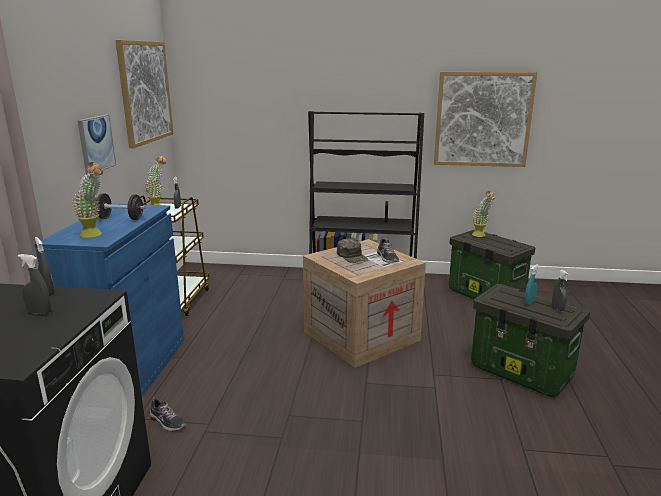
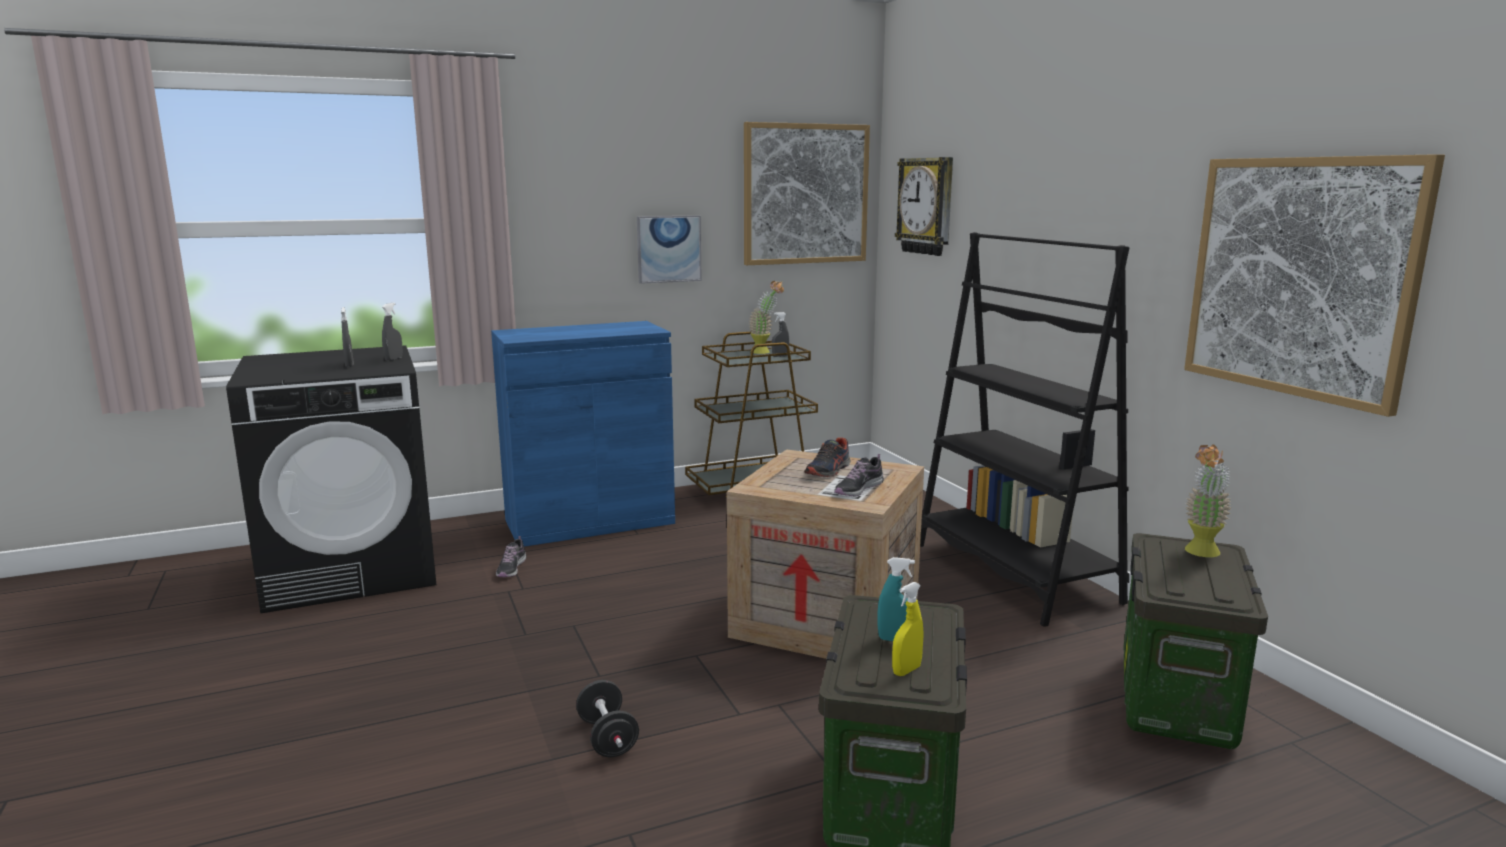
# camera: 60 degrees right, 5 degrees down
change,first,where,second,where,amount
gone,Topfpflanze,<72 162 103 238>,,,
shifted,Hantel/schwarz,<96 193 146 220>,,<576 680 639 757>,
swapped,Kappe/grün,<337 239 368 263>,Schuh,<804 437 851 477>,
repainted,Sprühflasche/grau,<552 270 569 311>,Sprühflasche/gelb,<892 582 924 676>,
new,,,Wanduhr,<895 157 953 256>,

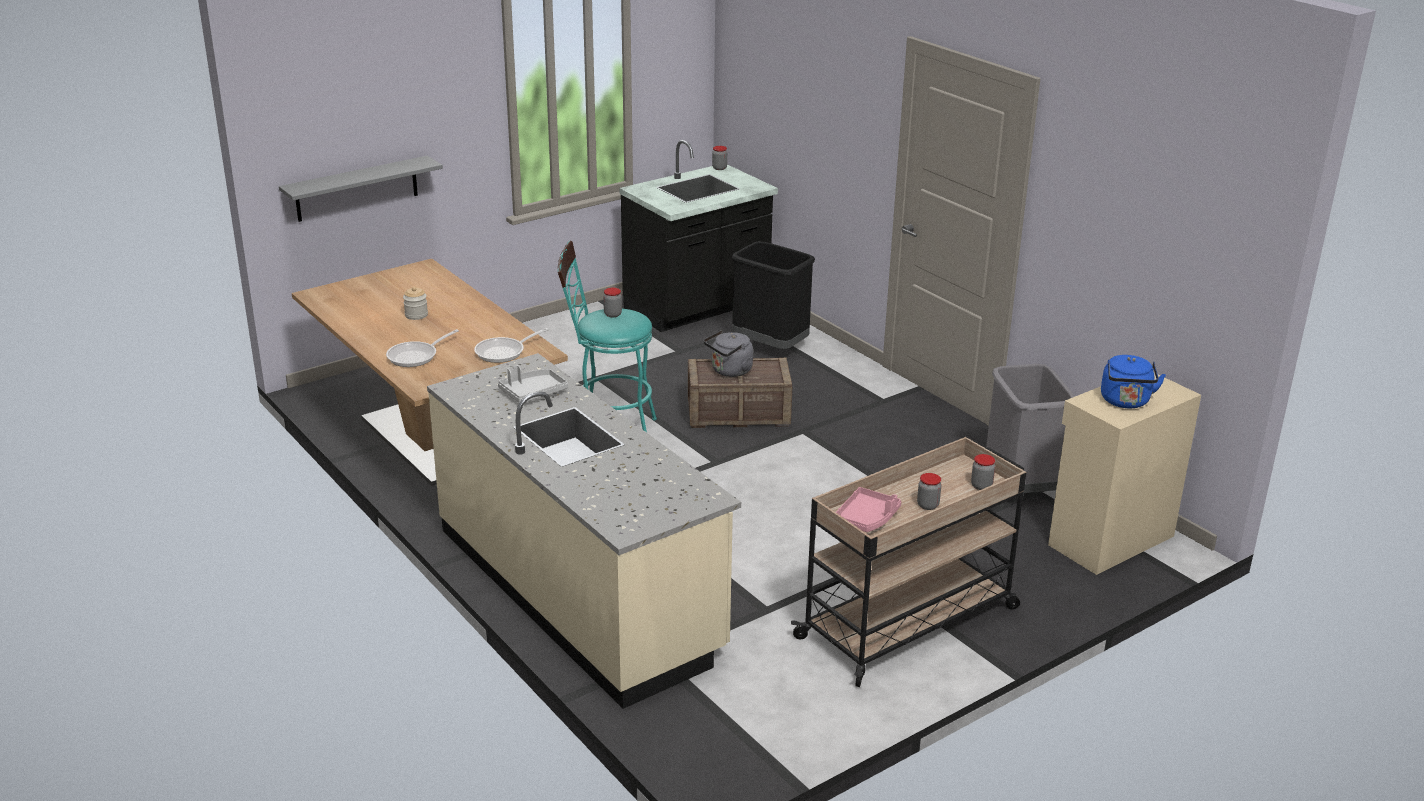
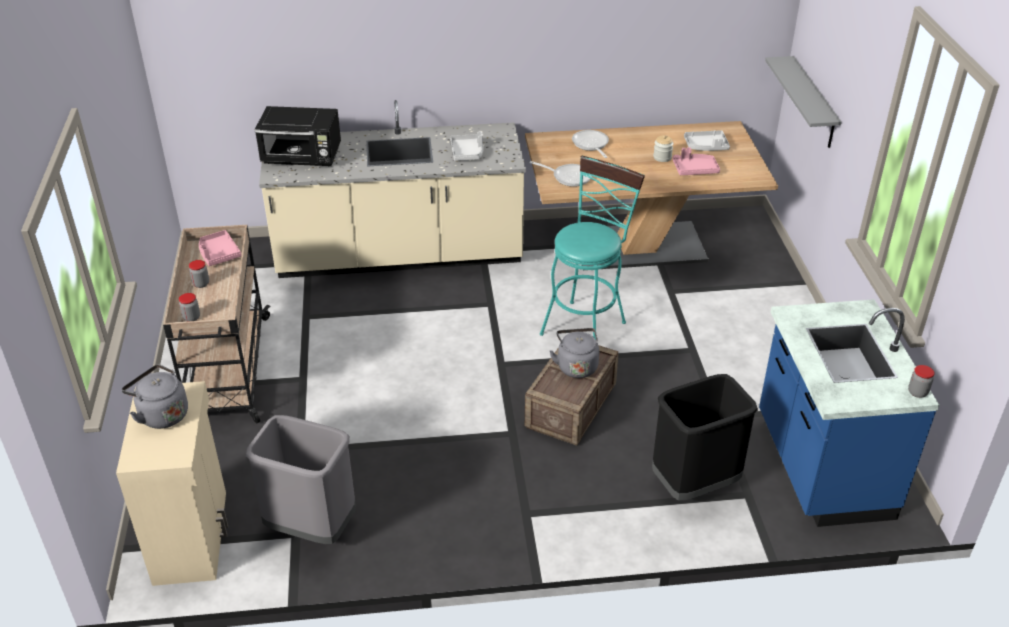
# camera: 120 degrees right, 10 degrees up
change,first,where,second,where,amount
rotated,Pfanne,<474 328 549 363>,,<530 161 592 187>,120 degrees clockwise
gone,Vorratsglas,<603 288 622 317>,,,
repainted,Küchenzeile/schwarz,<619 140 778 332>,Küchenzeile/blau,<759 299 939 527>,
repainted,Wasserkessel/blau,<1101 355 1166 408>,Wasserkessel/grau,<122 364 188 429>,
new,,,Mikrowelle/schwarz,<255 106 341 167>,
new,,,Tablett/rosa,<673 147 720 175>,
new,,,Tablett/grau,<684 130 730 151>,

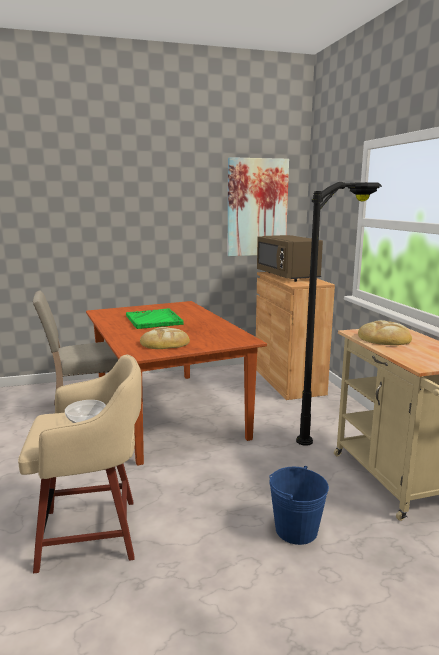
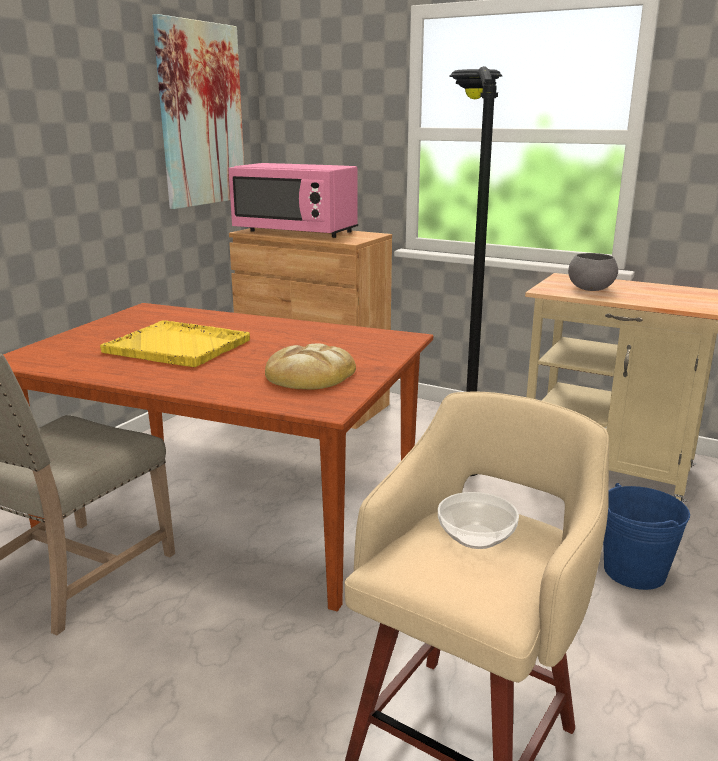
# camera: 45 degrees left, 5 degrees up
change,first,where,second,where,amount
repainted,Tablett/grün,<126 308 184 329>,Tablett/gelb,<100 320 250 367>,
repainted,Mikrowelle/braun,<257 235 323 282>,Mikrowelle/rosa,<229 163 358 238>,
swapped,Brot,<358 320 412 345>,Schüssel/grau,<568 253 618 291>,

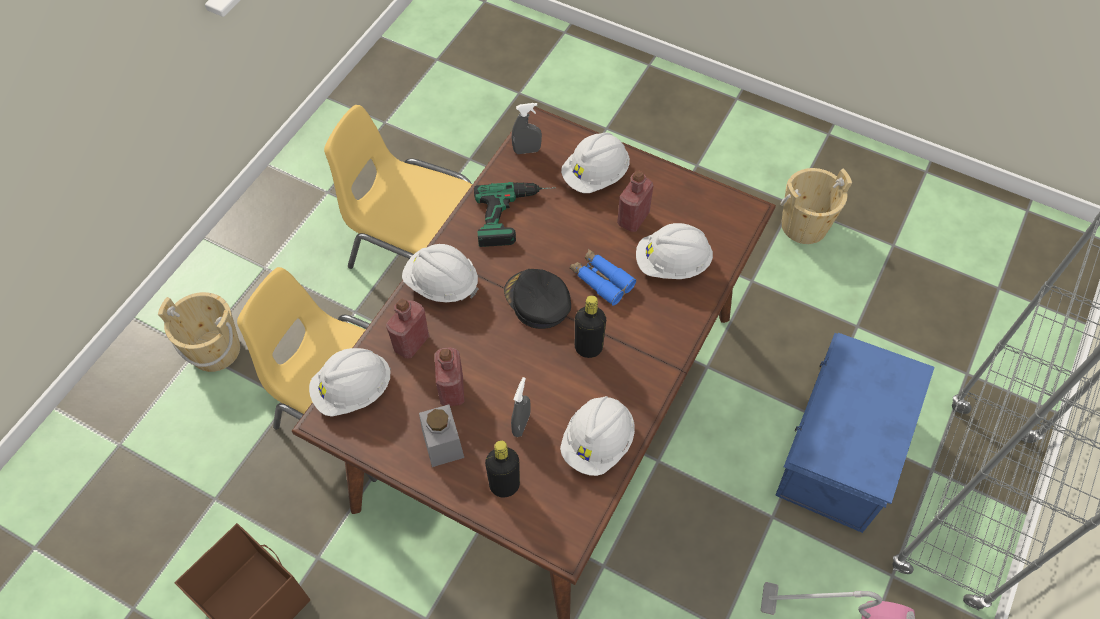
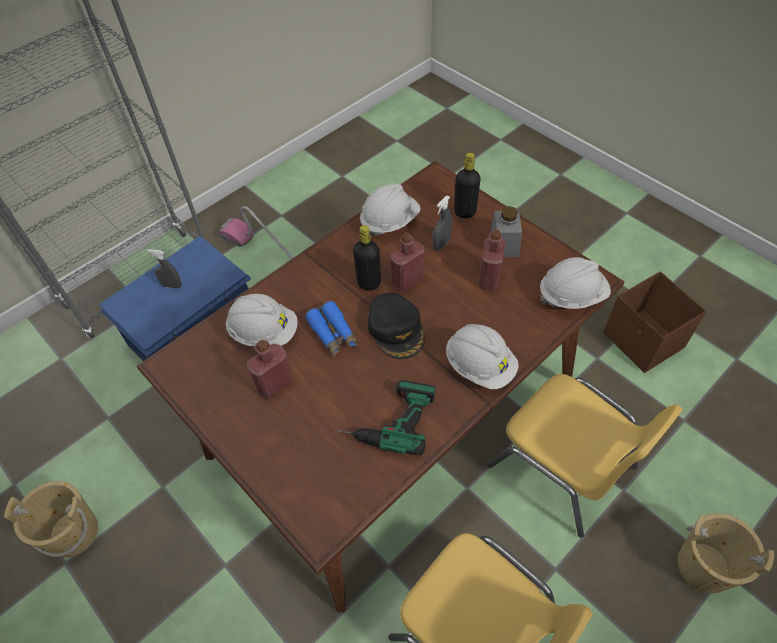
# camera: 160 degrees left, 5 degrees down
change,first,where,second,where,amount
shifted,Flasche/rot,<386 298 429 358>,,<390 232 425 291>,
shifted,Sprühflasche/grau,<512 103 542 154>,,<147 249 182 289>,
gone,Schutzhelm/weiß,<561 133 630 193>,,,

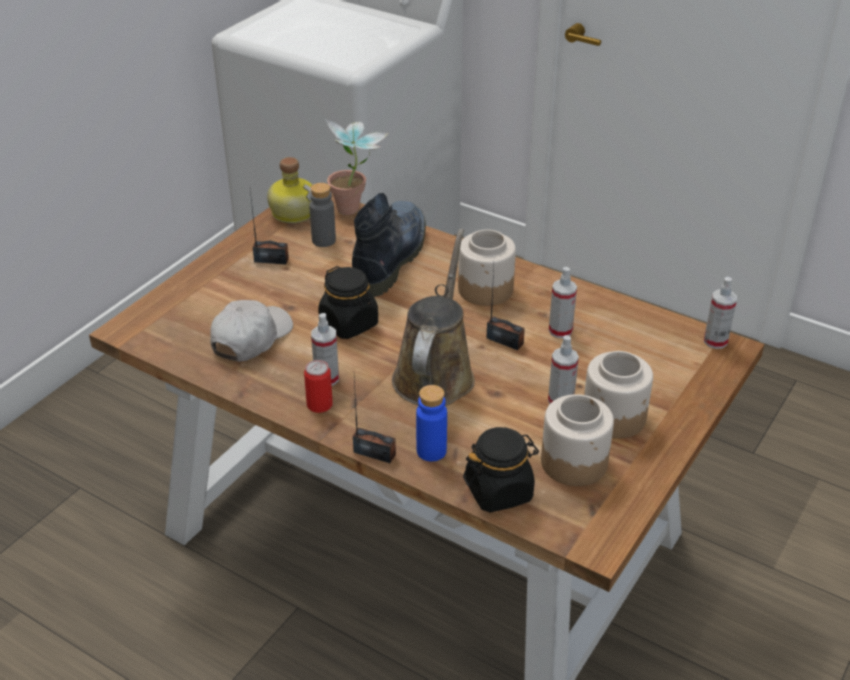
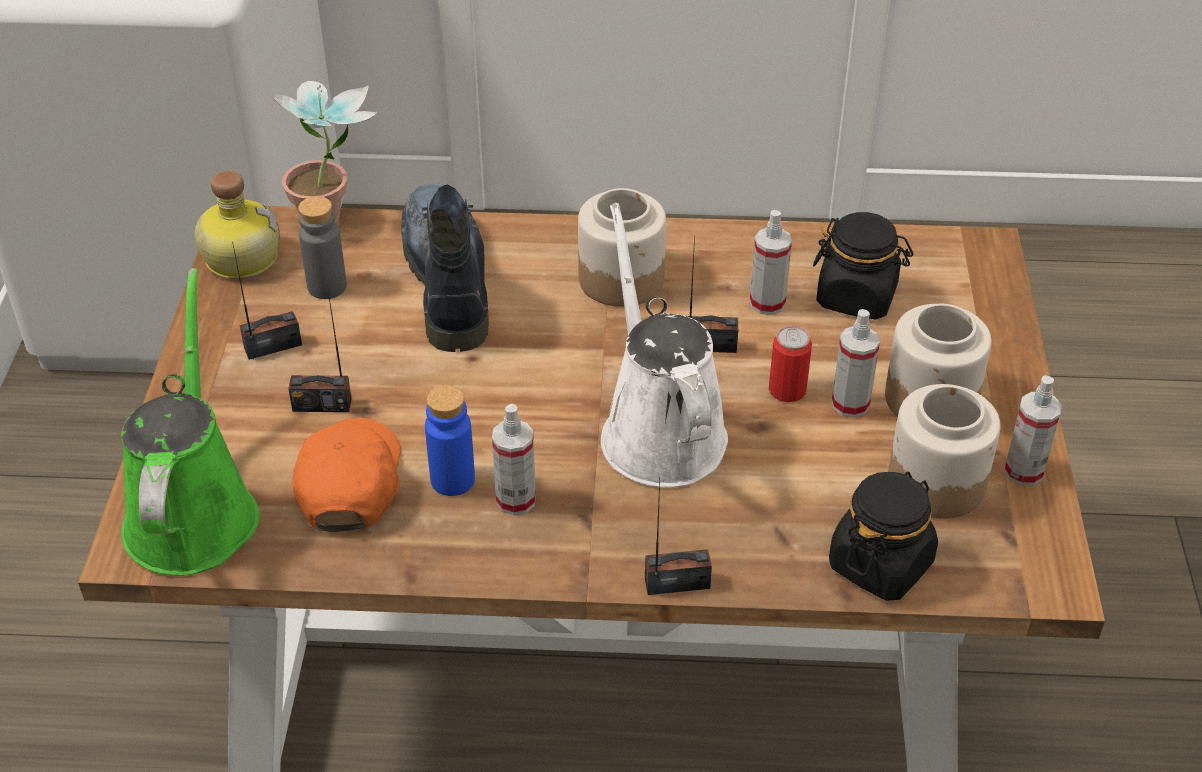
# camera: 30 degrees left, 5 degrees up
change,first,where,second,where,amount
repainted,Kappe/weiß,<210 300 293 362>,Kappe/orange,<293 418 401 532>,
shifted,Dose,<304 360 333 413>,,<769 326 812 402>,
shifted,Vorratsglas/schwarz,<318 266 378 339>,,<813 212 913 319>,
repainted,Gießkanne/braun,<392 229 475 406>,Gießkanne/weiß,<601 203 728 488>,
shifted,Flasche/blau,<416 385 447 462>,,<425 385 475 496>,
shifted,Sprühflasche,<704 277 737 349>,,<1004 375 1062 486>,
new,,,Gießkanne/grün,<121 268 259 576>,
new,,,Radio,<288 284 352 412>,

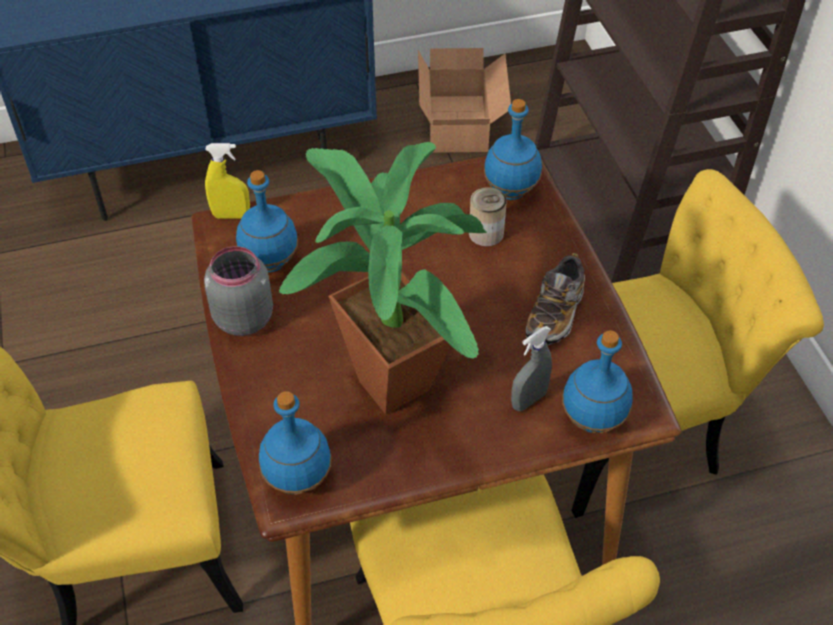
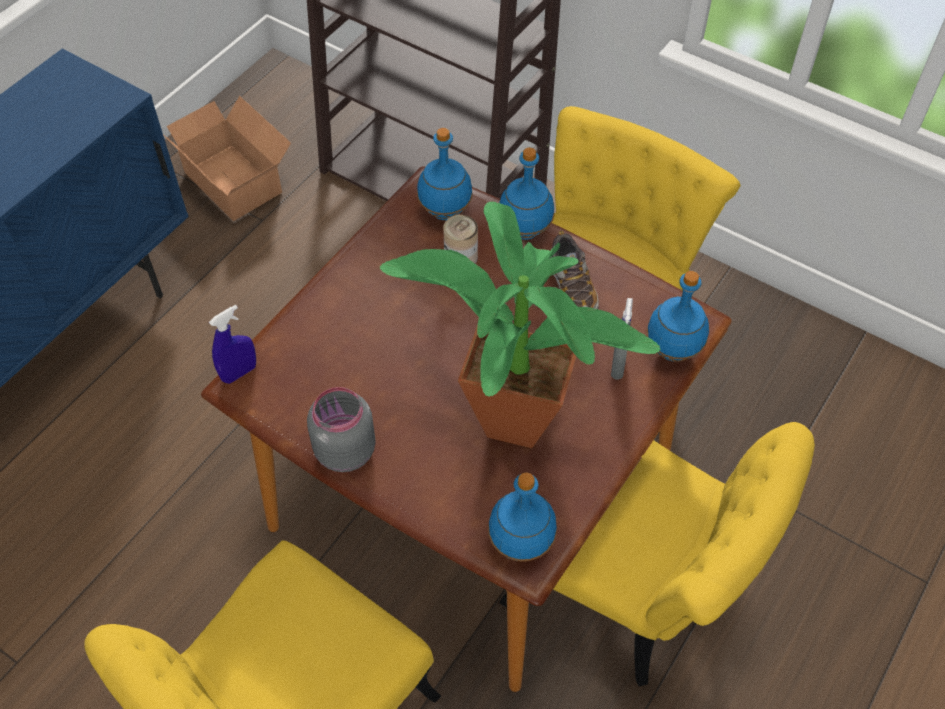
# camera: 40 degrees left, 5 degrees up
change,first,where,second,where,amount
repainted,Sprühflasche/gelb,<205 143 250 219>,Sprühflasche/blau,<209 305 256 384>,
shifted,Flasche/blau,<236 170 298 272>,,<499 147 554 240>,

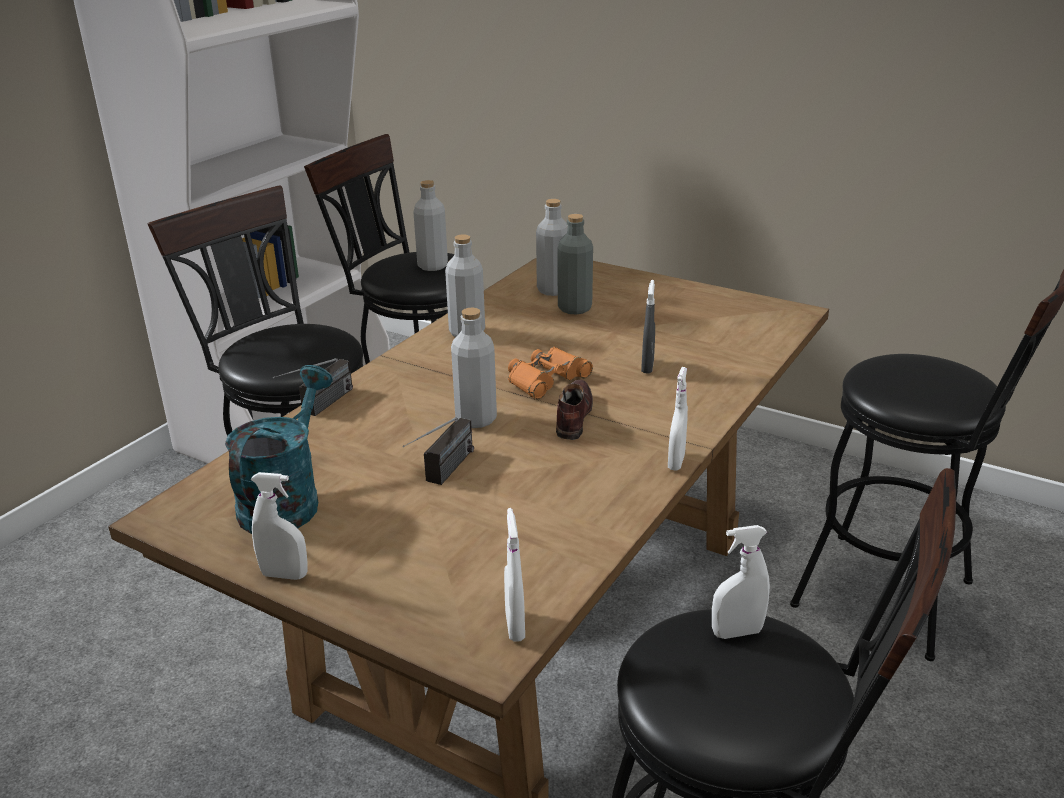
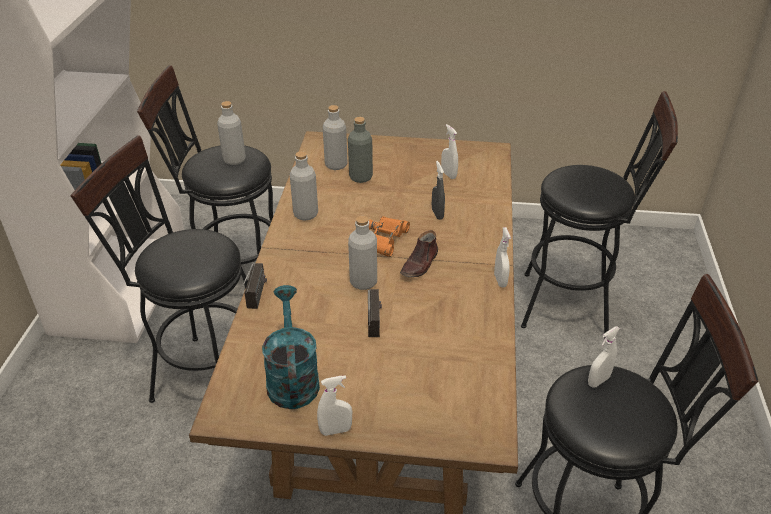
# camera: 25 degrees left, 10 degrees up
change,first,where,second,where,amount
shifted,Sprühflasche/weiß,<504 508 525 642>,,<441 124 458 179>,
rotated,Schuh/braun,<556 380 593 440>,,<400 230 438 277>,135 degrees counterclockwise

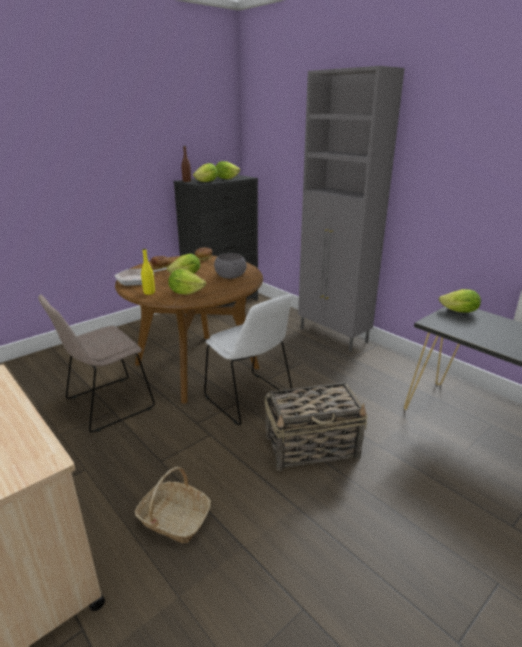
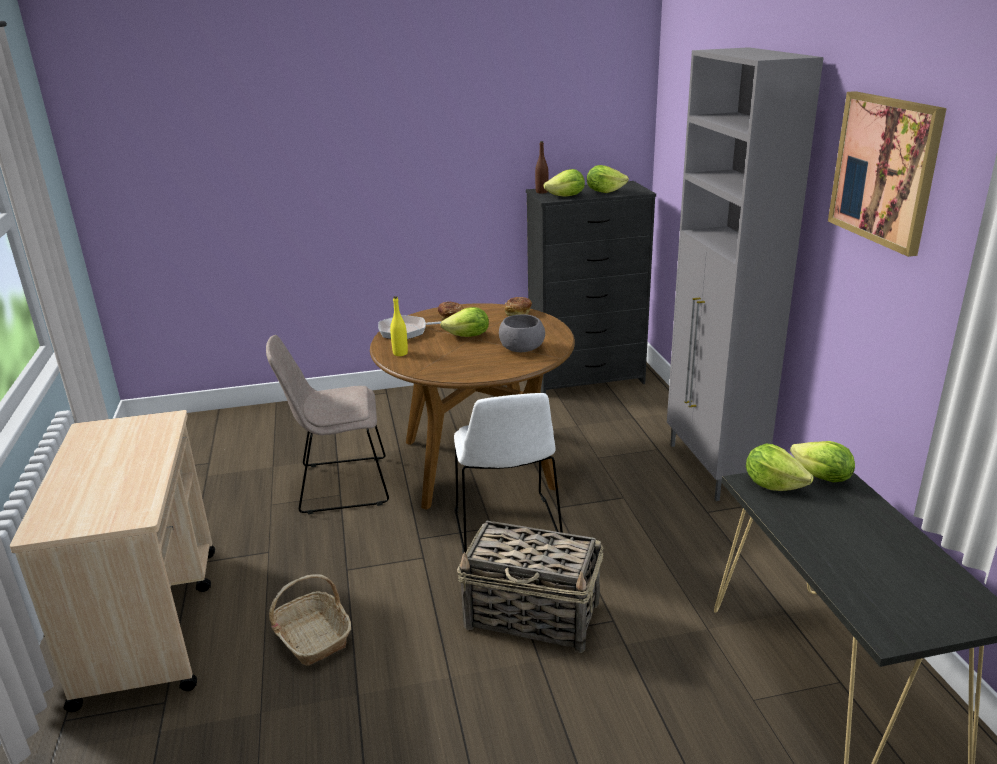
# camera: 30 degrees right, 0 degrees up
change,first,where,second,where,amount
shifted,Salatkopf,<168 269 206 295>,,<746 444 814 491>,
new,,,Bild,<828 91 947 257>,

